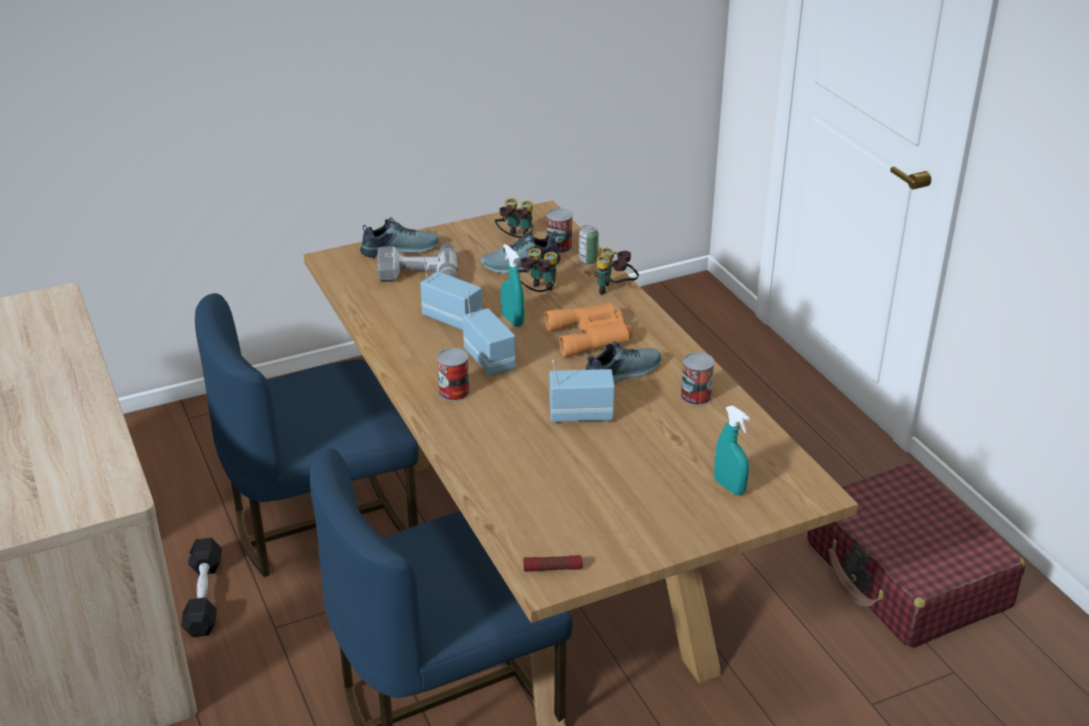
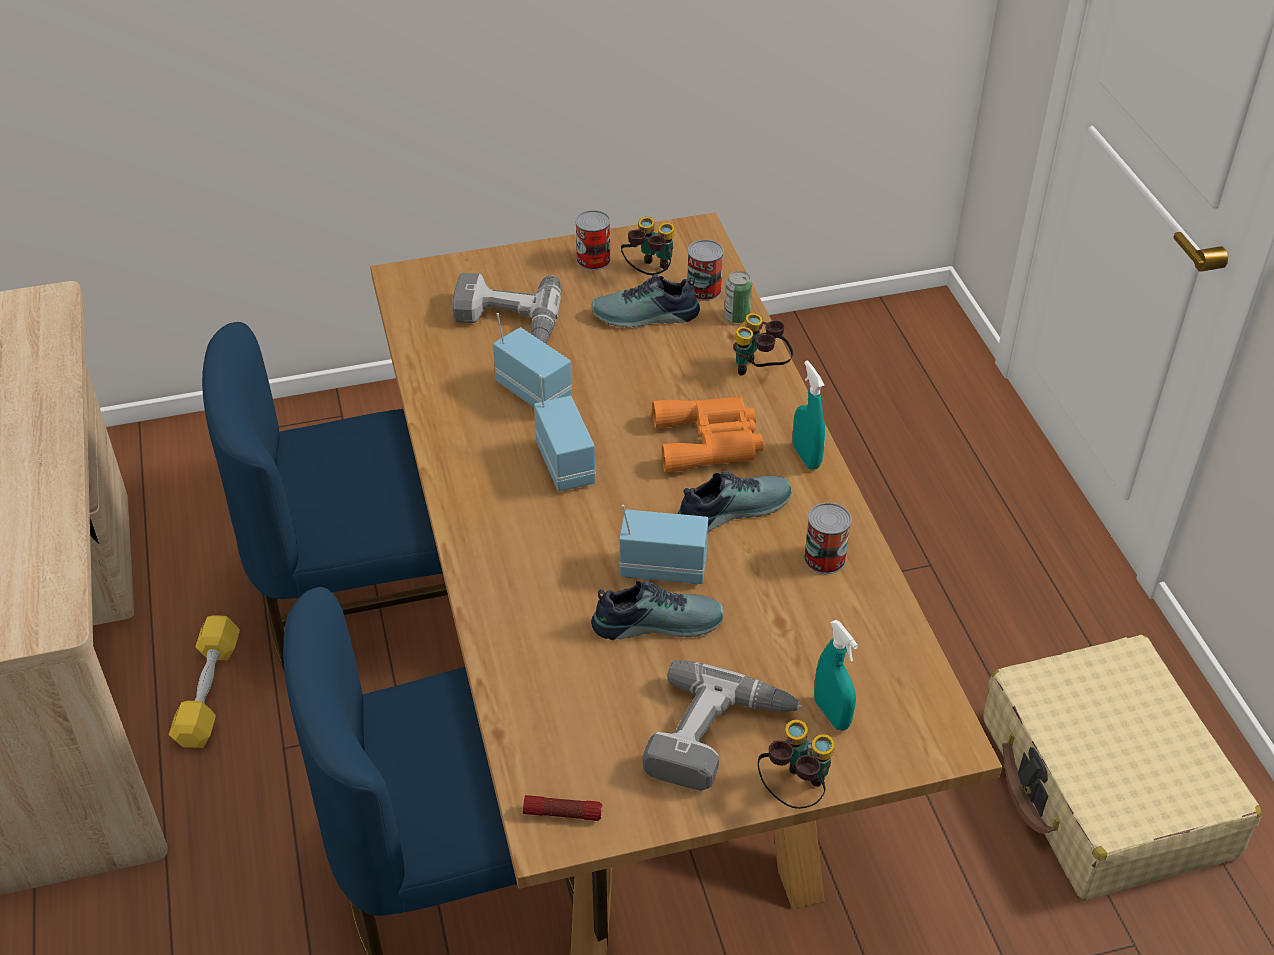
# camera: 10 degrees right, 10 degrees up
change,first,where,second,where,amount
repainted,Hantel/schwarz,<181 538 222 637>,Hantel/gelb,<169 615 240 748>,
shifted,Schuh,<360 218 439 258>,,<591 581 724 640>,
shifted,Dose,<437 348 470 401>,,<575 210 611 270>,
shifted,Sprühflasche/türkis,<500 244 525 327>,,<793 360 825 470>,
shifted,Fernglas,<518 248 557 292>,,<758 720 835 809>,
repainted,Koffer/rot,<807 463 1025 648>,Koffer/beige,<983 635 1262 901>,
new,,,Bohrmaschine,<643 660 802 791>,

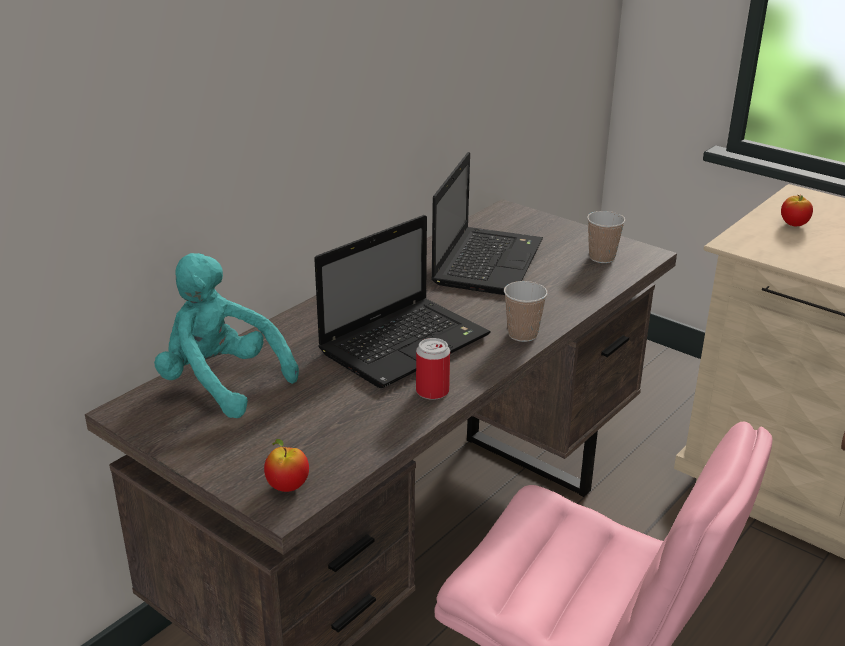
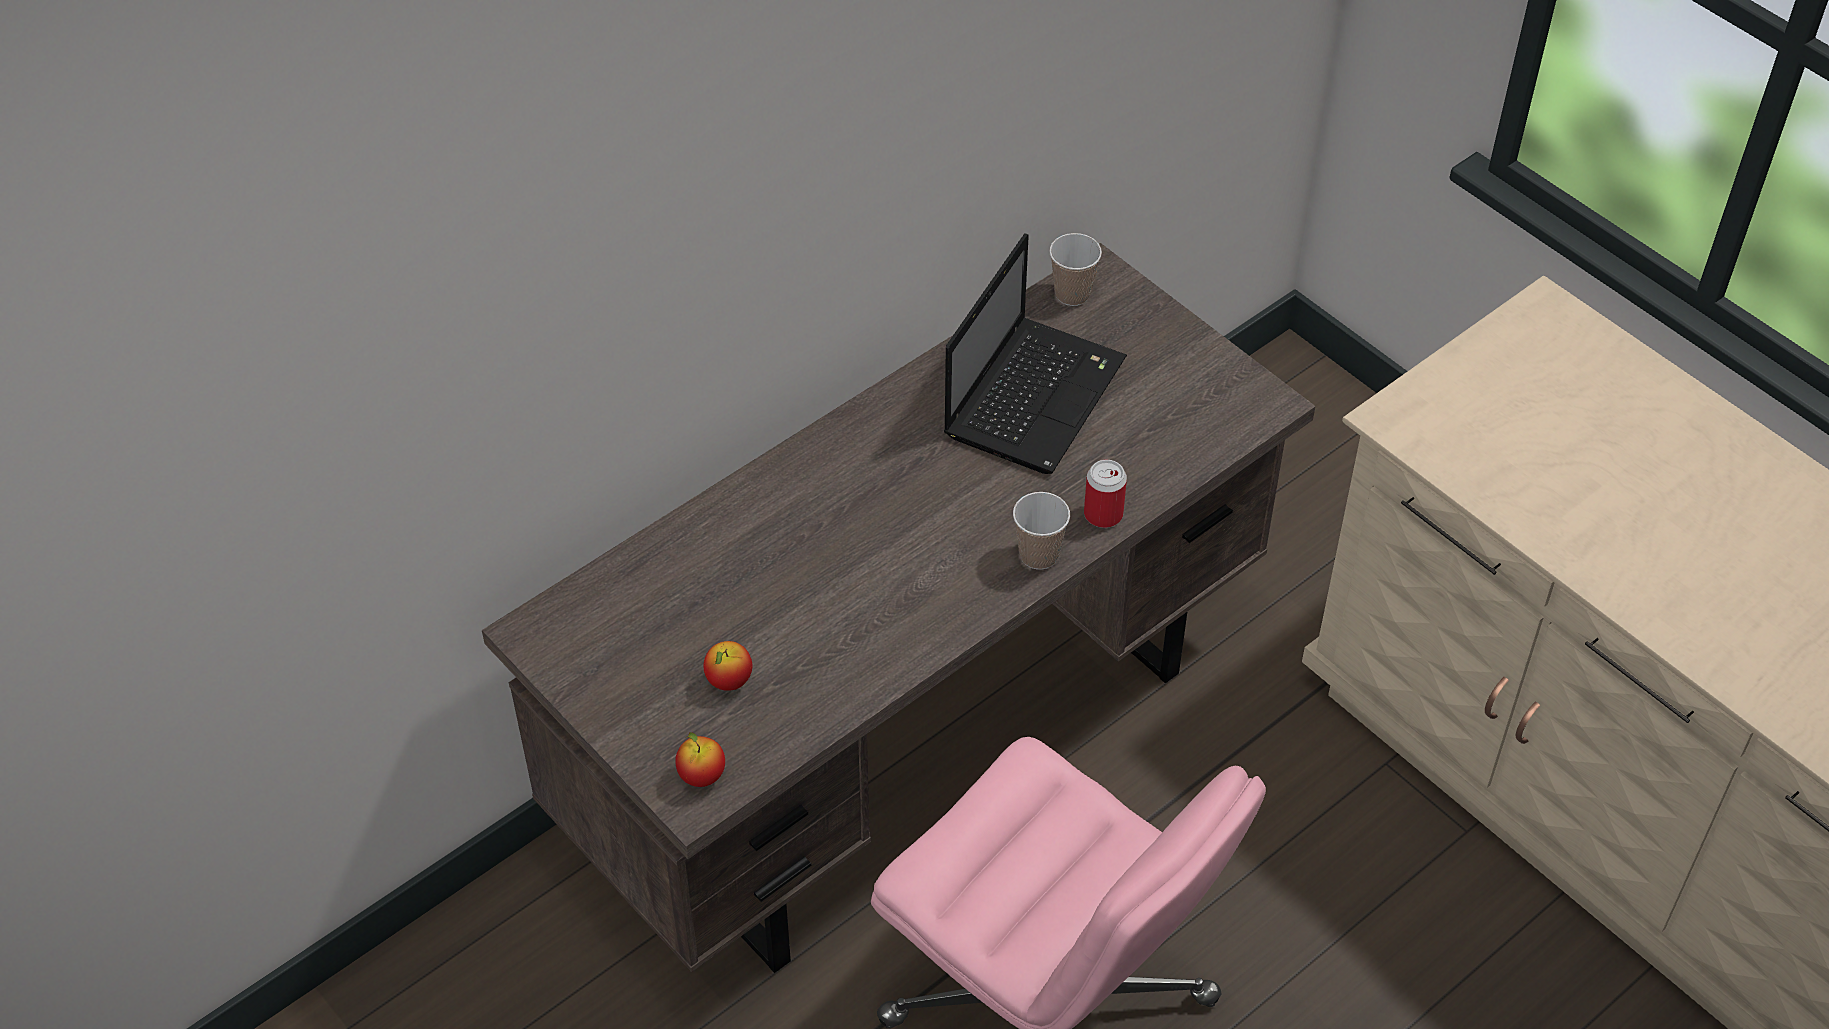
# camera: 10 degrees right, 20 degrees up
change,first,where,second,where,amount
gone,Plüschtier/türkis,<154 253 299 418>,,,
gone,Laptop,<314 215 490 388>,,,
shifted,Dose,<416 338 450 400>,,<1084 460 1127 528>,
shifted,Tasse,<587 211 625 263>,,<1049 233 1102 306>,
shifted,Apfel,<781 195 813 226>,,<704 641 752 691>,

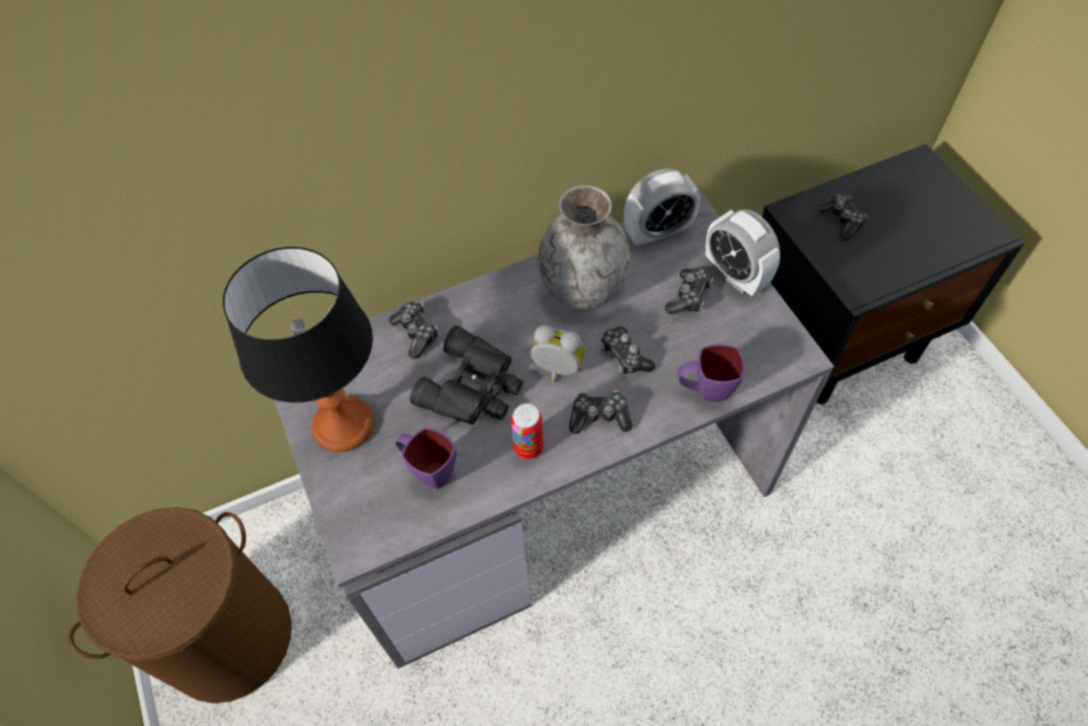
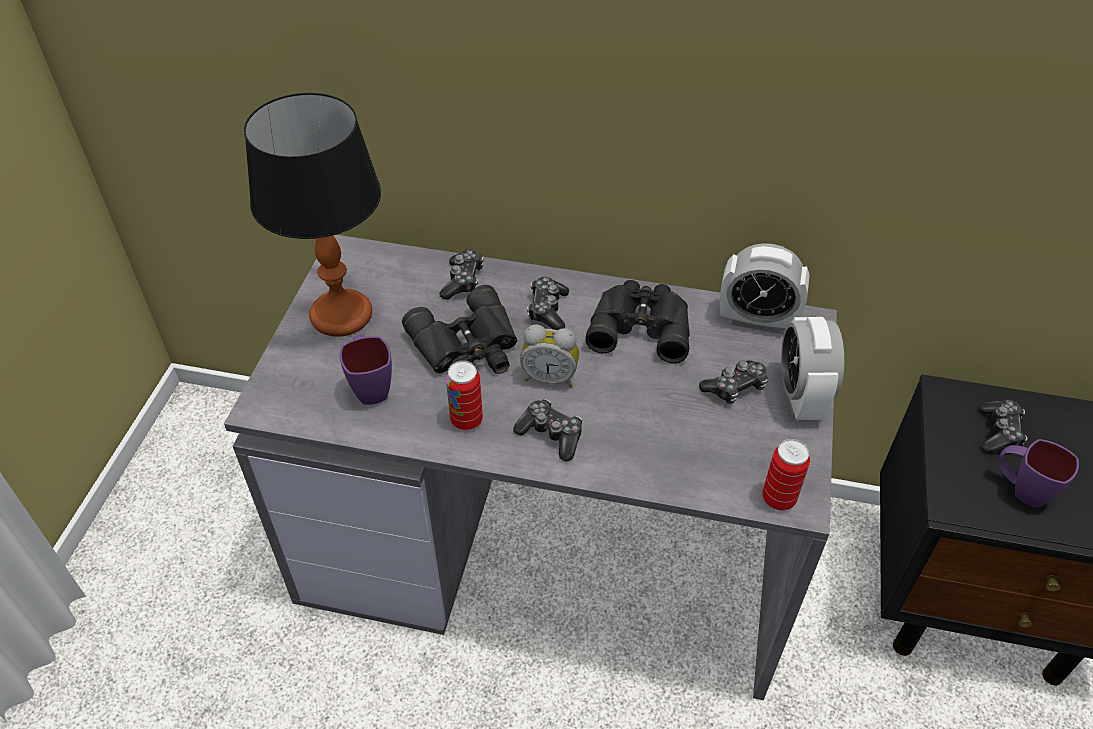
# camera: 35 degrees right, 10 degrees down
change,first,where,second,where,amount
gone,Wäschekorb/braun,<68 507 292 703>,,,
rotated,Wecker,<531 325 585 383>,,<520 324 579 387>,135 degrees clockwise
swapped,Vase/grau,<538 186 630 309>,Fernglas/schwarz,<585 280 690 363>,
shifted,Gamepad,<600 327 655 374>,,<527 277 569 330>,
shifted,Henkelbecher/lila,<678 344 745 402>,,<999 439 1079 508>,
new,,,Dose,<762 439 810 511>,

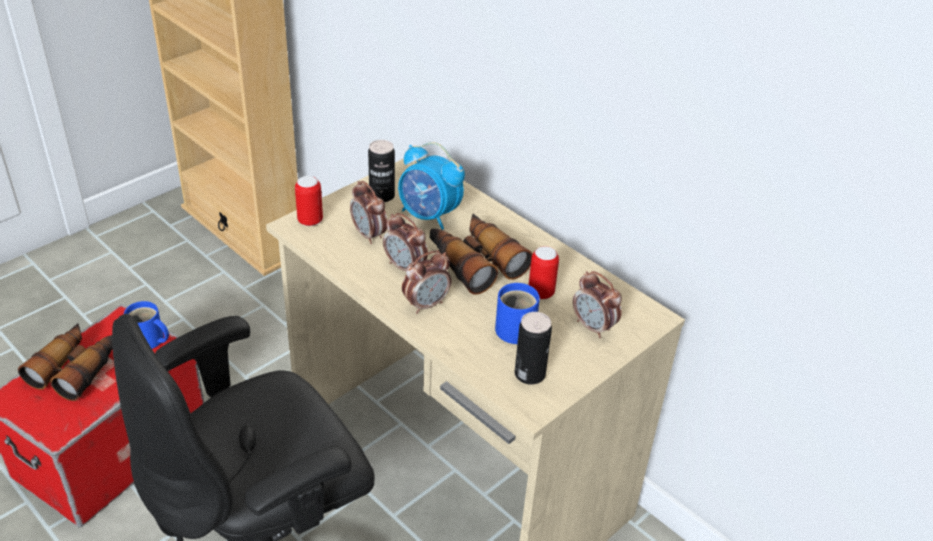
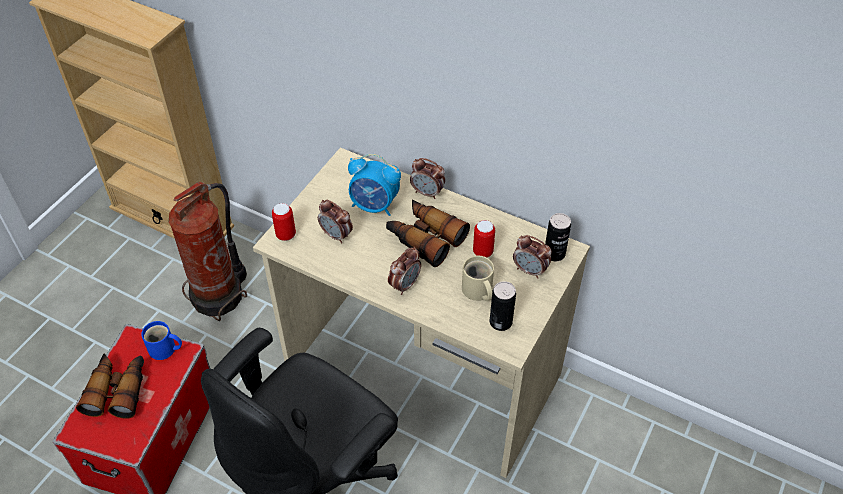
# camera: 15 degrees left, 10 degrees up
change,first,where,second,where,amount
shifted,Dose,<368 140 395 202>,,<545 213 571 261>,
shifted,Wecker,<383 213 428 271>,,<410 158 445 199>,
repainted,Henkelbecher/blau,<495 283 540 344>,Henkelbecher/beige,<462 256 494 301>,
new,,,Feuerlöscher,<169 182 247 321>,

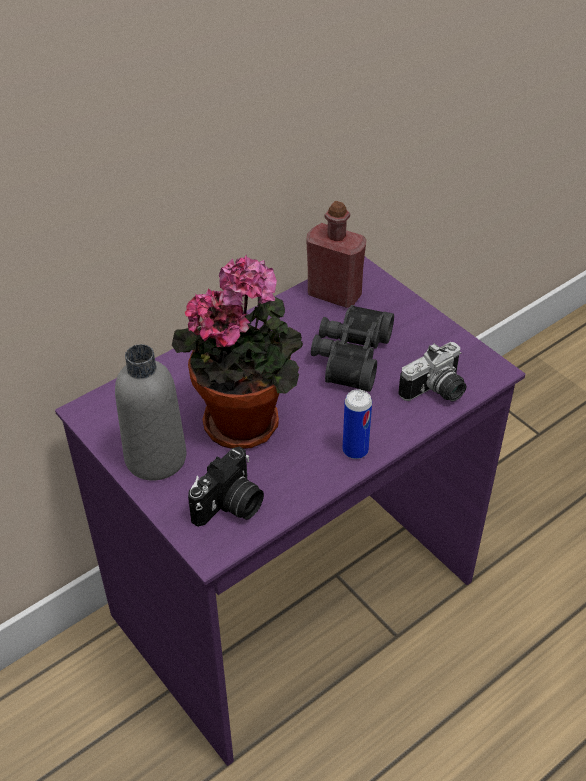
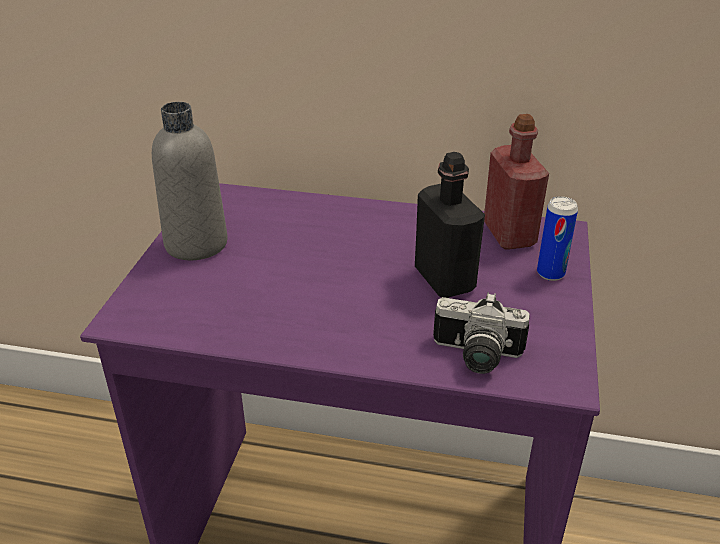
# camera: 50 degrees right, 10 degrees down
change,first,where,second,where,amount
gone,Topfpflanze,<172 255 304 449>,,,
gone,Kamera,<188 447 264 527>,,,
swapped,Fernglas/schwarz,<311 305 394 392>,Flasche/schwarz,<415 152 485 298>,
shifted,Dose,<342 390 372 459>,,<537 196 578 281>,

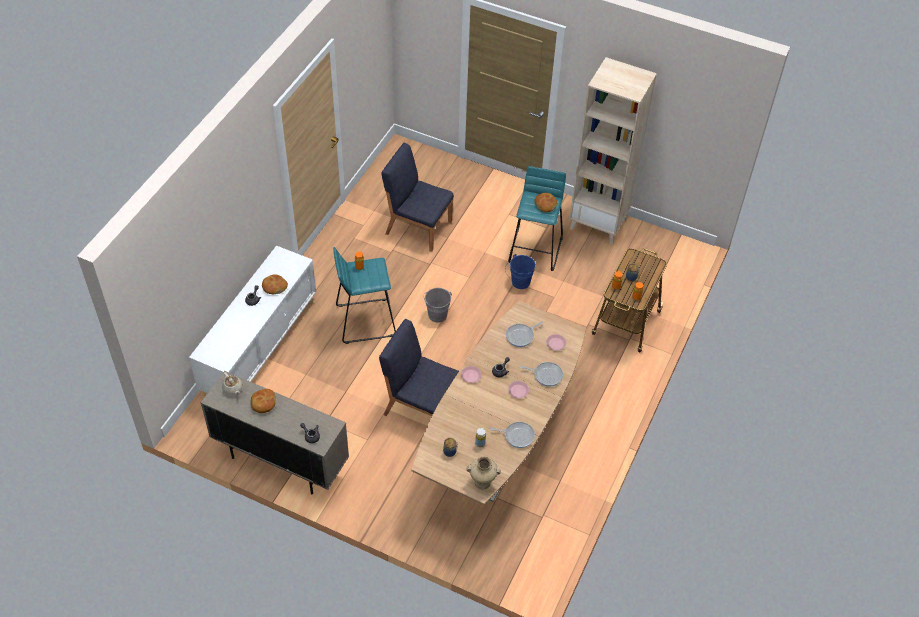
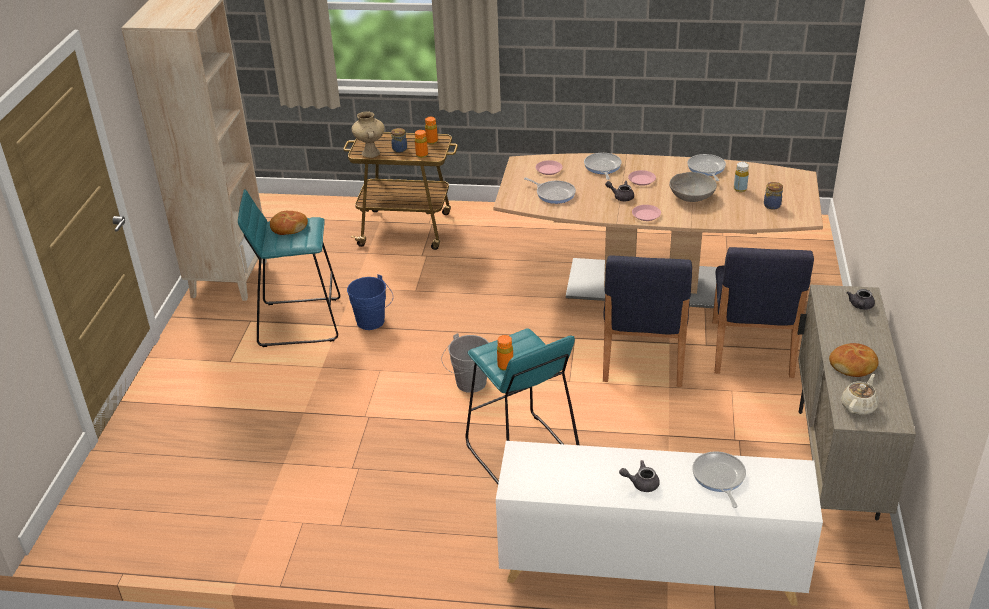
# camera: 105 degrees left, 15 degrees down
change,first,where,second,where,amount
gone,Brot,<262 274 288 294>,,,
shifted,Stuhl/blau,<381 143 454 252>,,<713 247 814 378>,
shifted,Vase/beige,<467 457 501 490>,,<351 112 385 158>,
new,,,Schüssel/grau,<669 172 717 202>,
new,,,Pfanne,<692 451 746 508>,

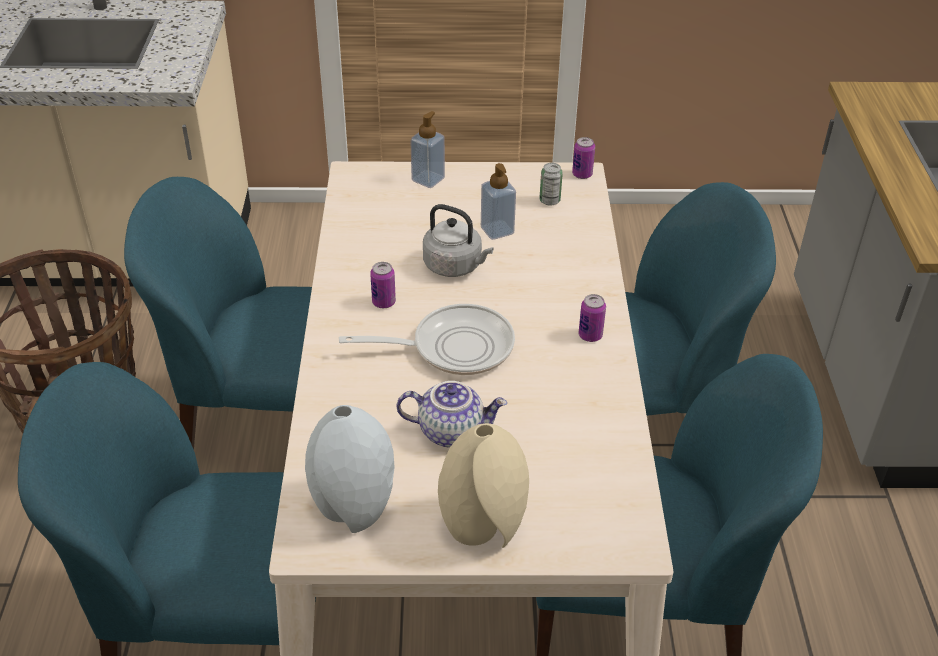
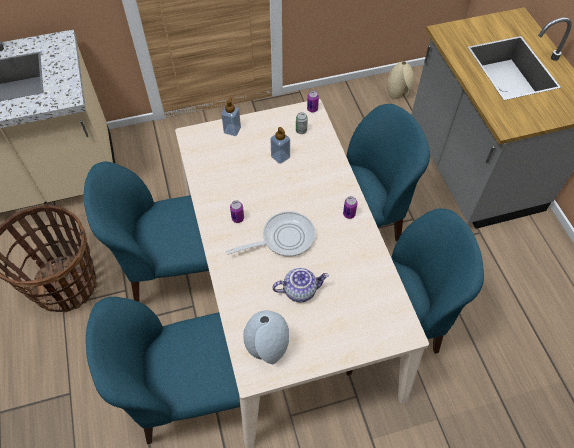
# camera: 15 degrees left, 15 degrees up
change,first,where,second,where,amount
gone,Wasserkessel/grau,<423 204 494 277>,,,
shifted,Vase/beige,<438 423 529 548>,,<387 61 414 99>,

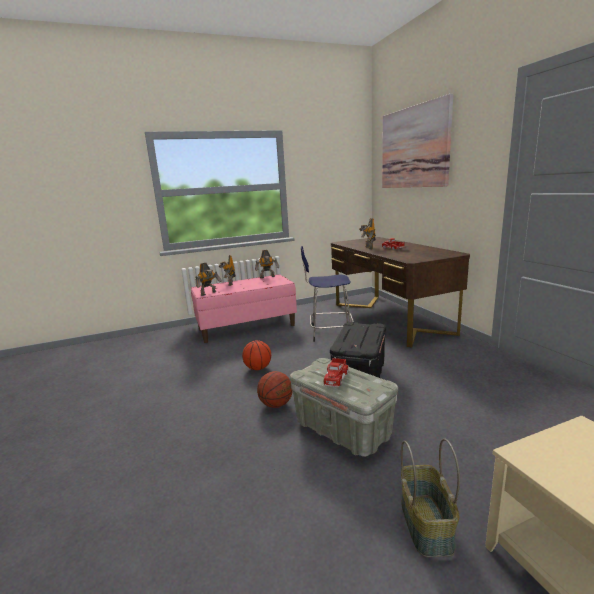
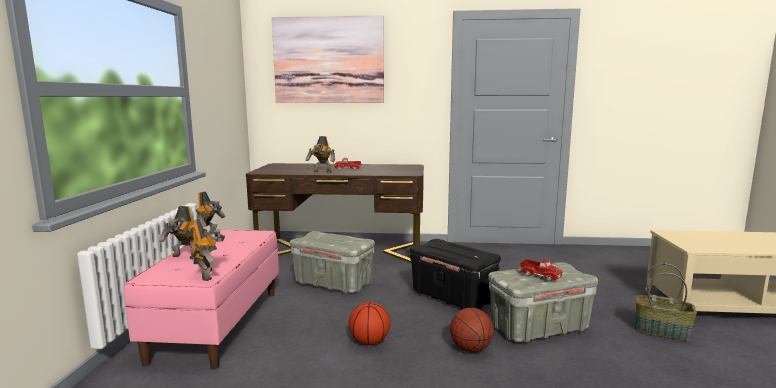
# camera: 65 degrees left, 5 degrees down
change,first,where,second,where,amount
swapped,Hocker/blau,<301 246 354 342>,Aufbewahrungsbox/grau,<290 231 375 294>,

